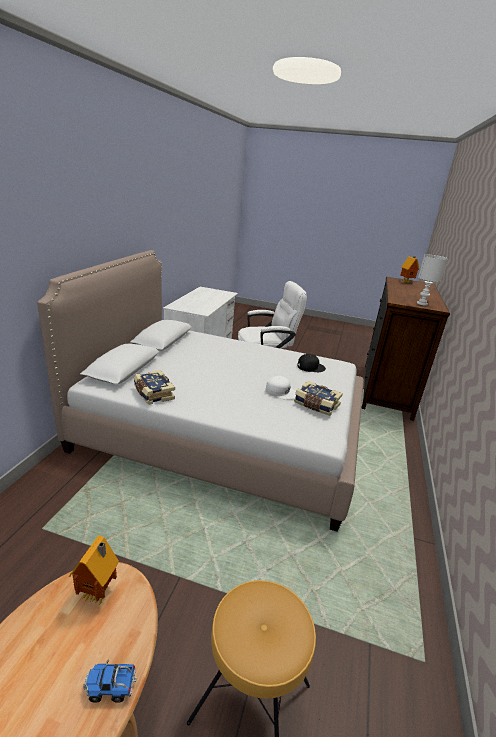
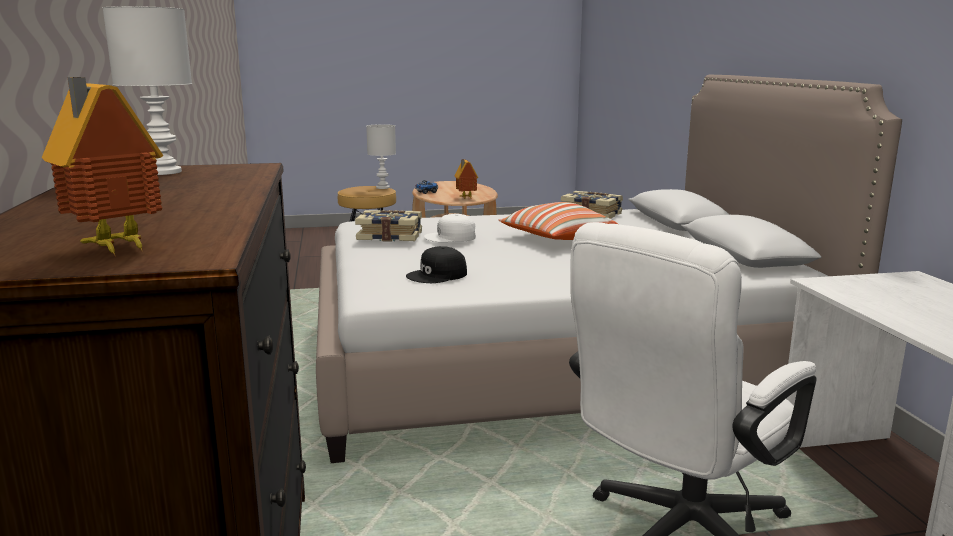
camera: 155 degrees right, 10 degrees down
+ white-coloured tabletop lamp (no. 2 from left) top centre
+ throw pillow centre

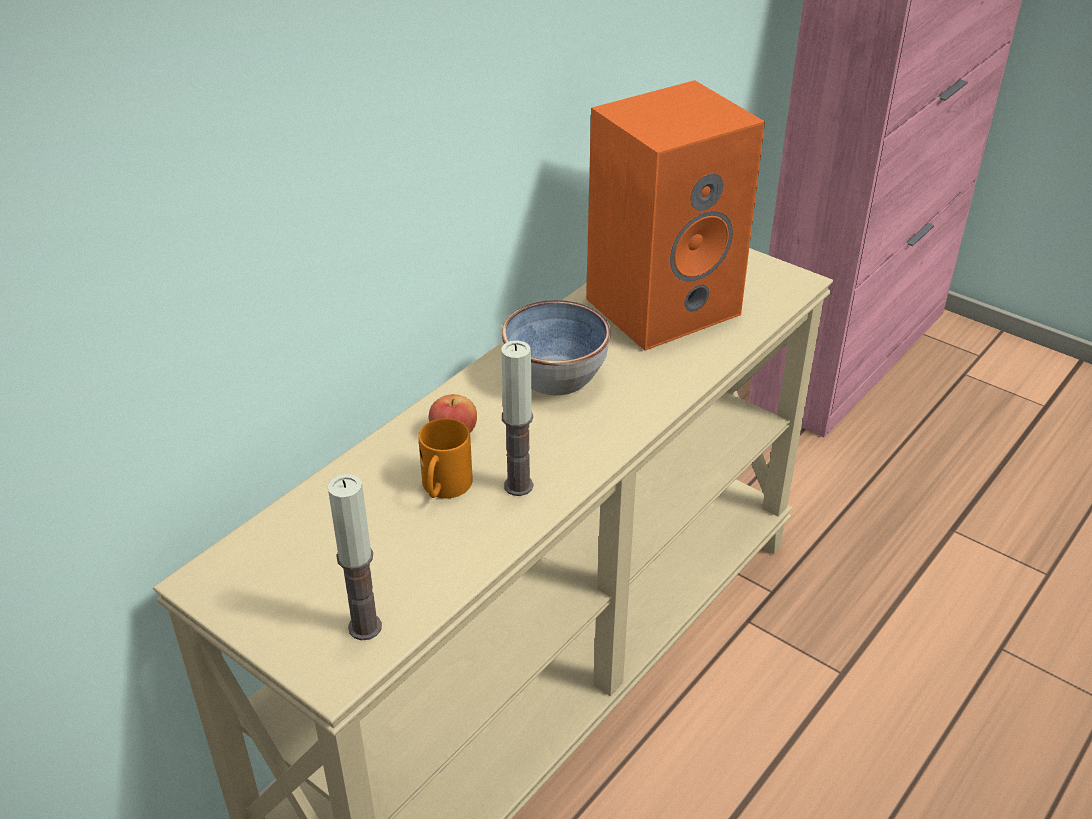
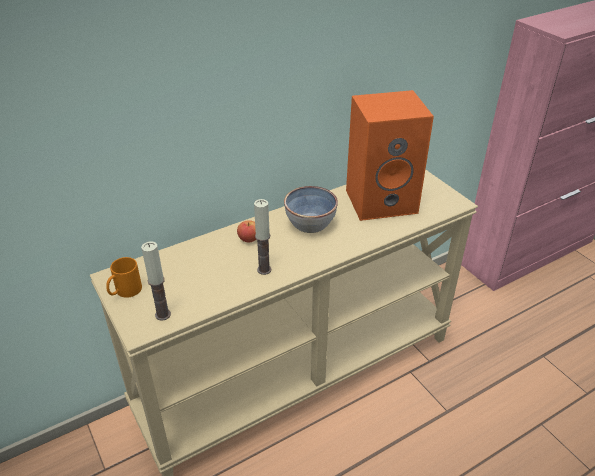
camera: 20 degrees right, 0 degrees up
~ orangey coffee mug centre to middle left

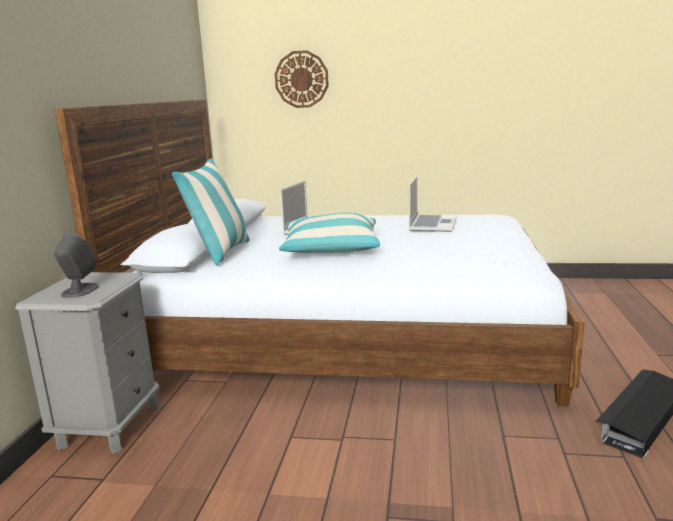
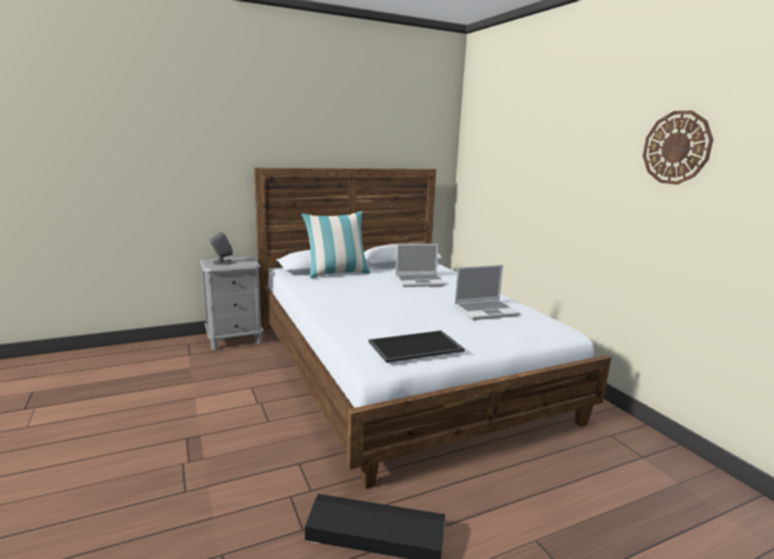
camera: 55 degrees right, 0 degrees up
+ carrying tray centre
~ clock on the wall top centre to top right
- throw pillow (no. 2 from left) centre

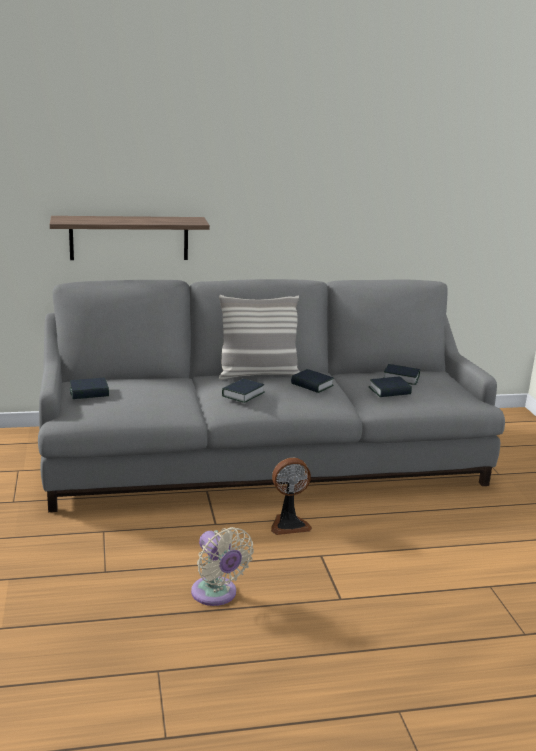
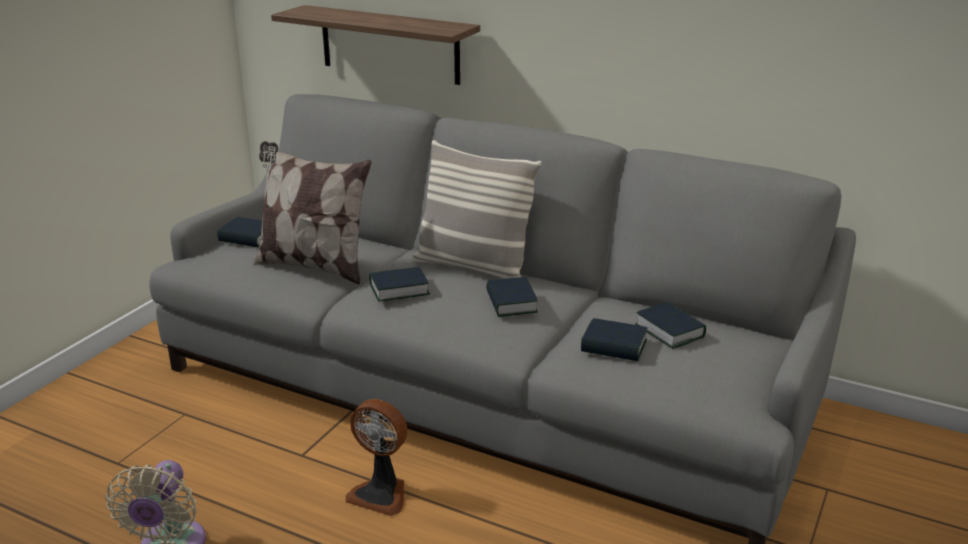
camera: 40 degrees right, 5 degrees up
+ throw pillow (no. 1 from left) middle left

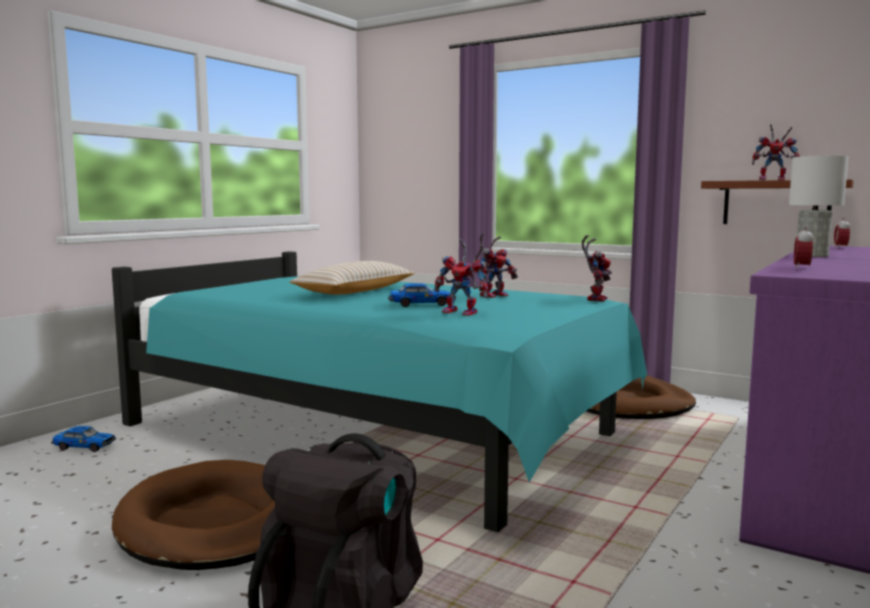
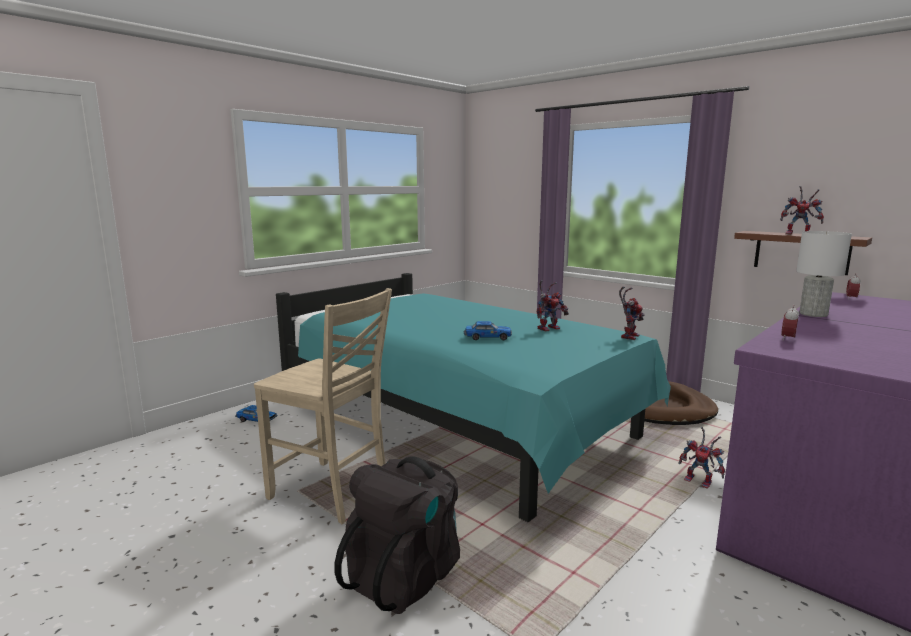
camera: 10 degrees right, 5 degrees up
~ brown pet bed (no. 1 from left) bottom left to beige-coloured chair centre
~ robot figure (no. 1 from left in the first image) centre to robot figure (no. 3 from left) bottom right
- beige-coloured throw pillow centre

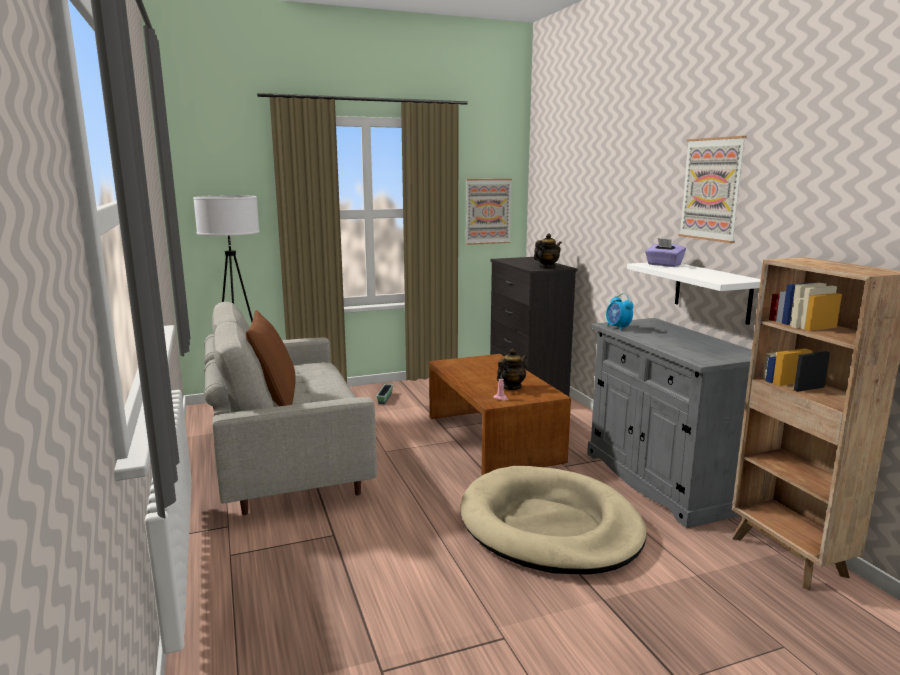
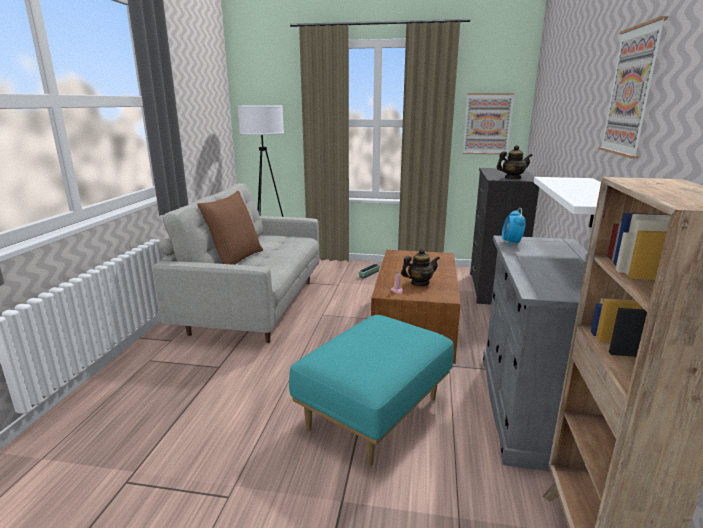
camera: 30 degrees right, 5 degrees up
~ beige-coloured pet bed bottom centre to turquoise-coloured footrest bottom centre
- purple-coloured tissue holder middle right

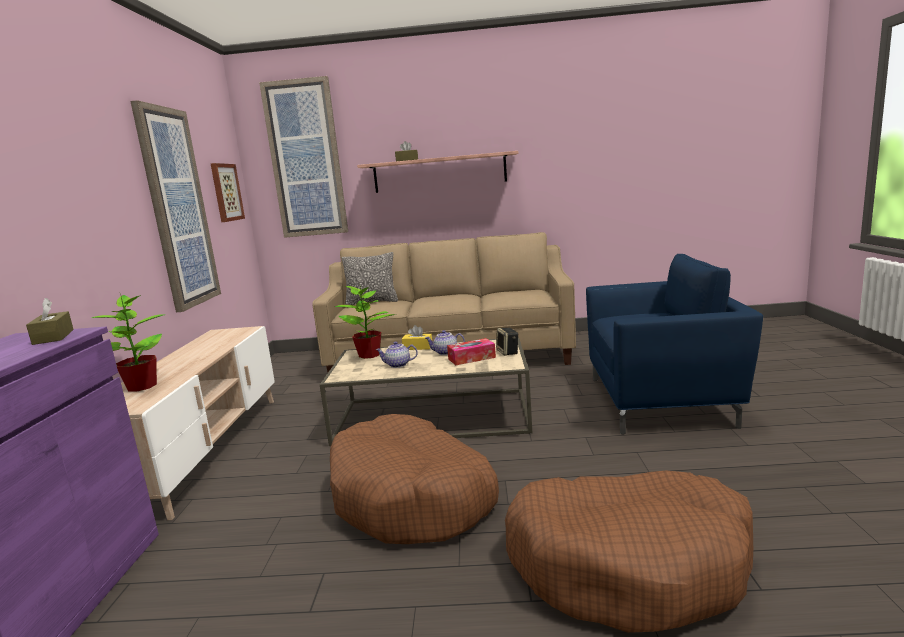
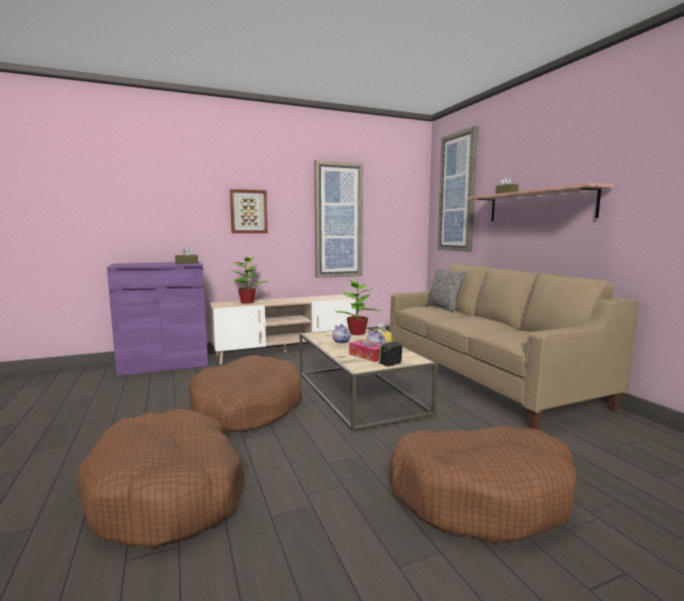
camera: 65 degrees right, 5 degrees down
~ wall picture (no. 2 from left in the first image) top left to wall picture (no. 1 from left) centre
~ blue armchair middle right to brown pet bed (no. 3 from left) bottom right

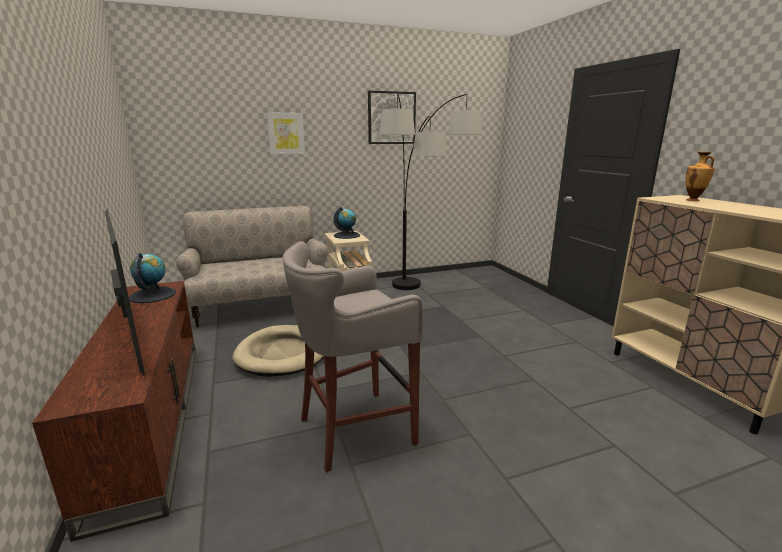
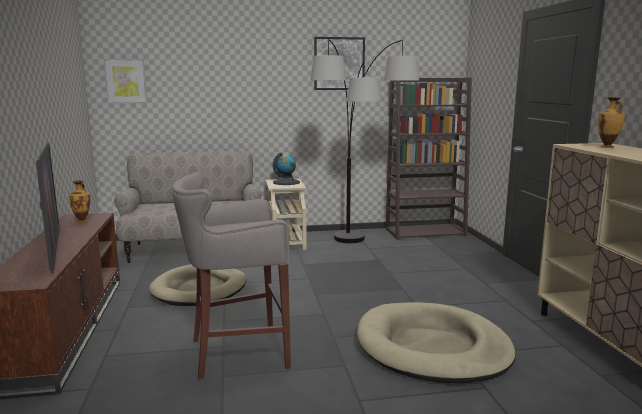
camera: 10 degrees right, 5 degrees down
~ world globe (no. 1 from left) middle left to decorative vase (no. 1 from left) middle left
~ wall picture (no. 1 from left) top centre to top left
+ beige-coloured pet bed (no. 2 from left) bottom right
+ brown bookcase middle right

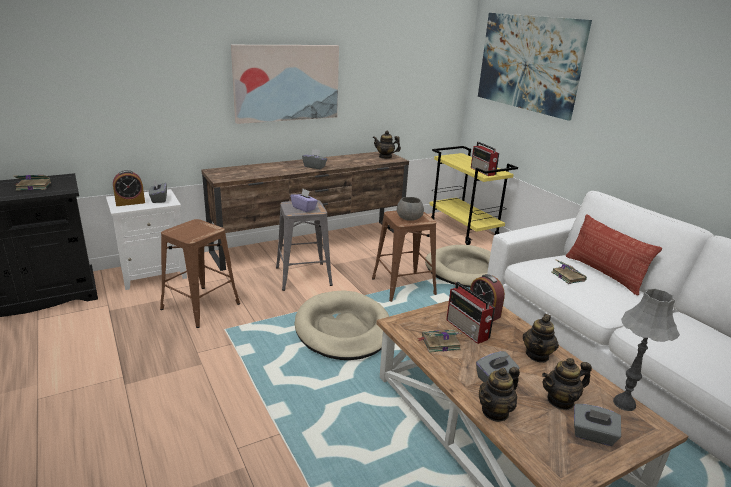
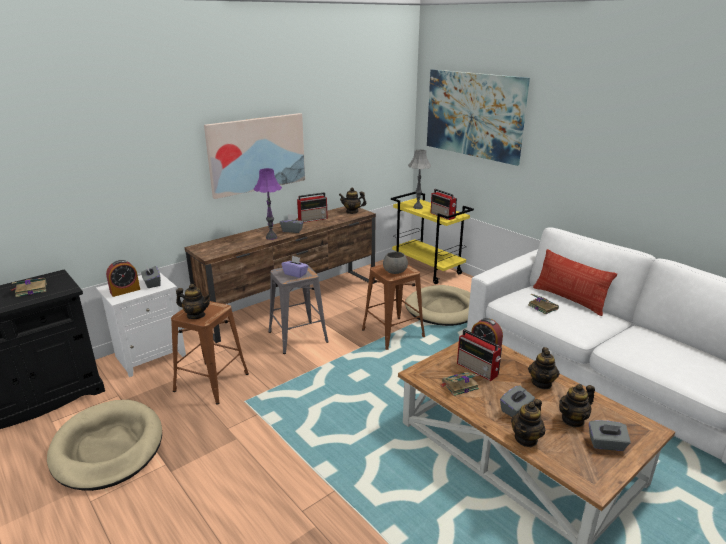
camera: 10 degrees left, 0 degrees up
~ beige-coloured pet bed (no. 1 from left) bottom centre to bottom left
+ tea pot (no. 1 from left) middle left
+ purple-coloured tabletop lamp centre
+ radio (no. 1 from left) centre
~ grey tabletop lamp bottom right to top centre

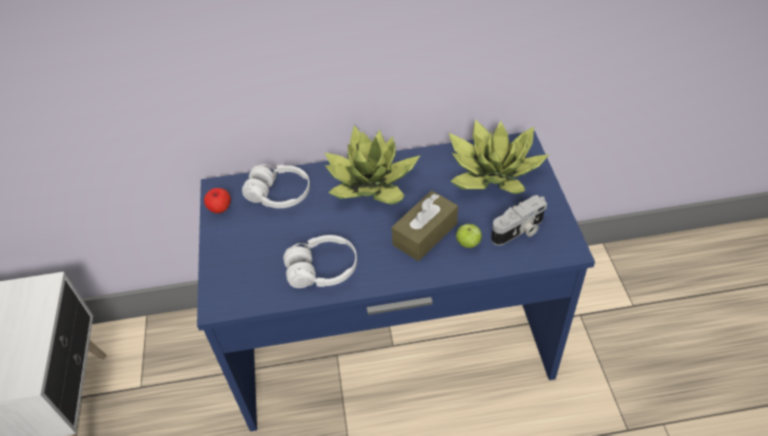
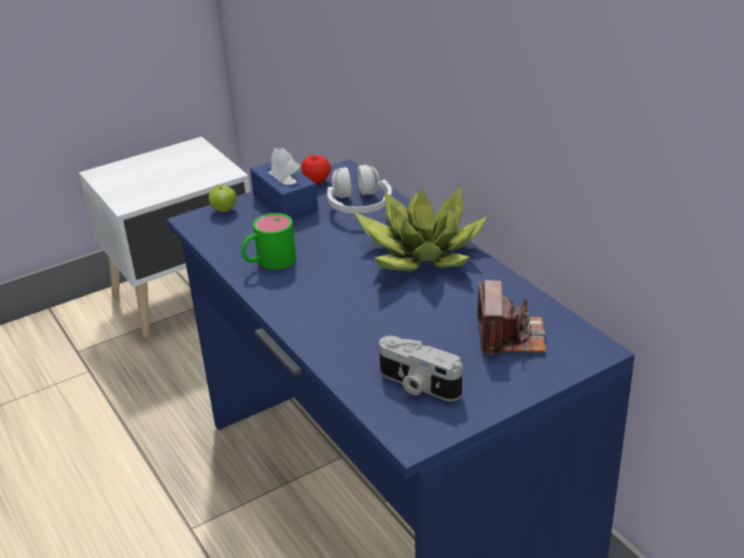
camera: 65 degrees right, 15 degrees down
~ whole apple (no. 2 from left in the first image) centre to whole apple (no. 1 from left) middle left
~ white-coloured headset (no. 2 from left) centre to green coffee mug centre
+ blue tissue holder top centre
~ plant in a pot (no. 2 from left) centre to photo camera (no. 2 from left) middle right
- brown tissue holder centre

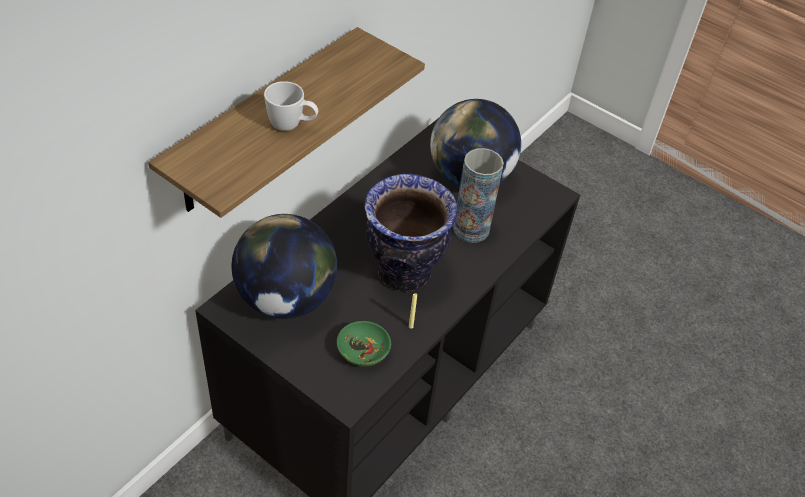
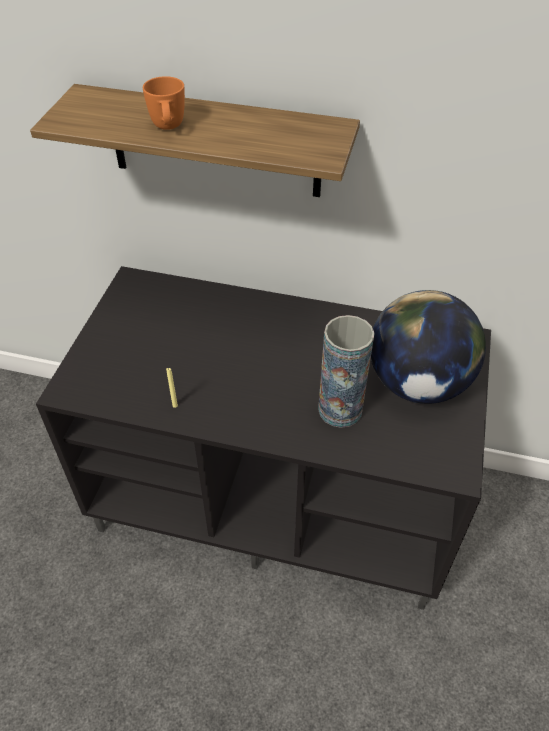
camera: 70 degrees right, 0 degrees up
~ white-coloured coffee mug top centre to orangey coffee mug top left
- world globe (no. 1 from left) centre
- green deep dish bottom centre
- decorative vase (no. 1 from left) centre

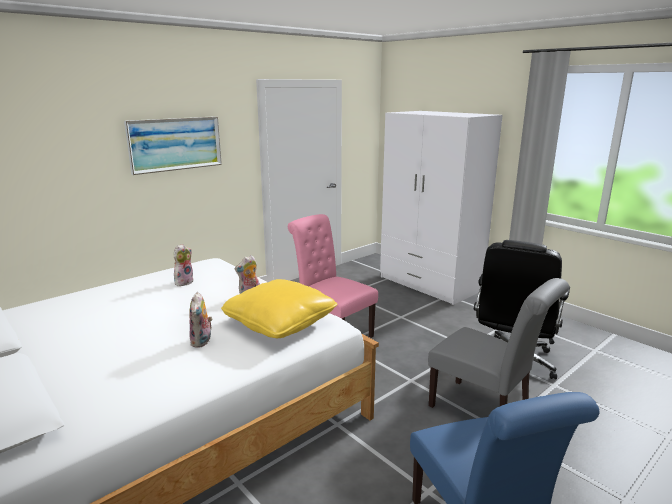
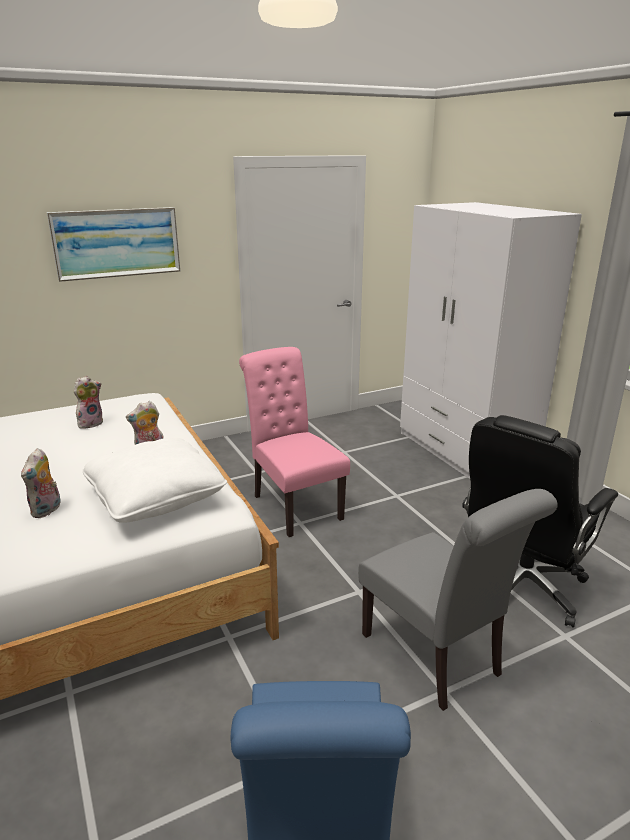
camera: 15 degrees right, 5 degrees up
~ yellow throw pillow centre to white-coloured throw pillow middle left

